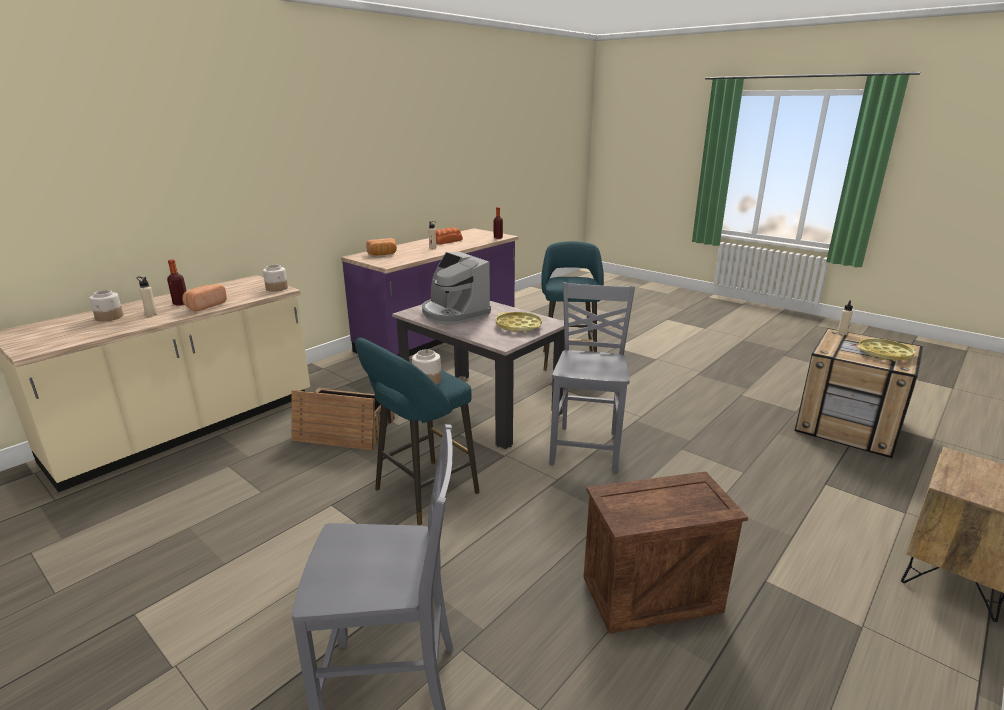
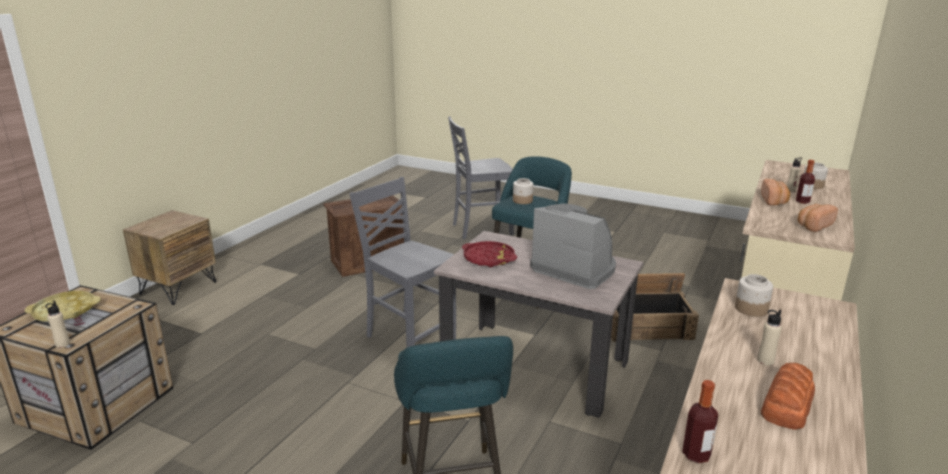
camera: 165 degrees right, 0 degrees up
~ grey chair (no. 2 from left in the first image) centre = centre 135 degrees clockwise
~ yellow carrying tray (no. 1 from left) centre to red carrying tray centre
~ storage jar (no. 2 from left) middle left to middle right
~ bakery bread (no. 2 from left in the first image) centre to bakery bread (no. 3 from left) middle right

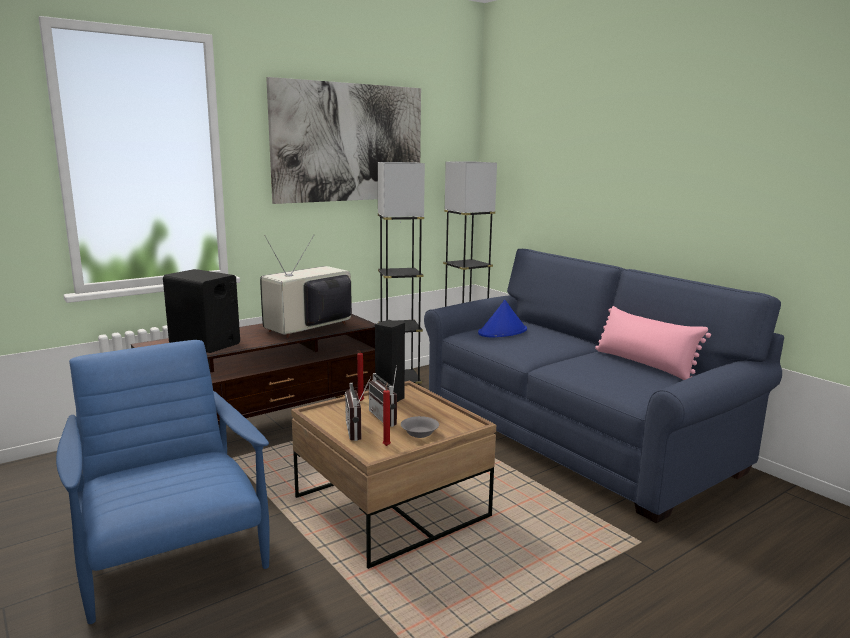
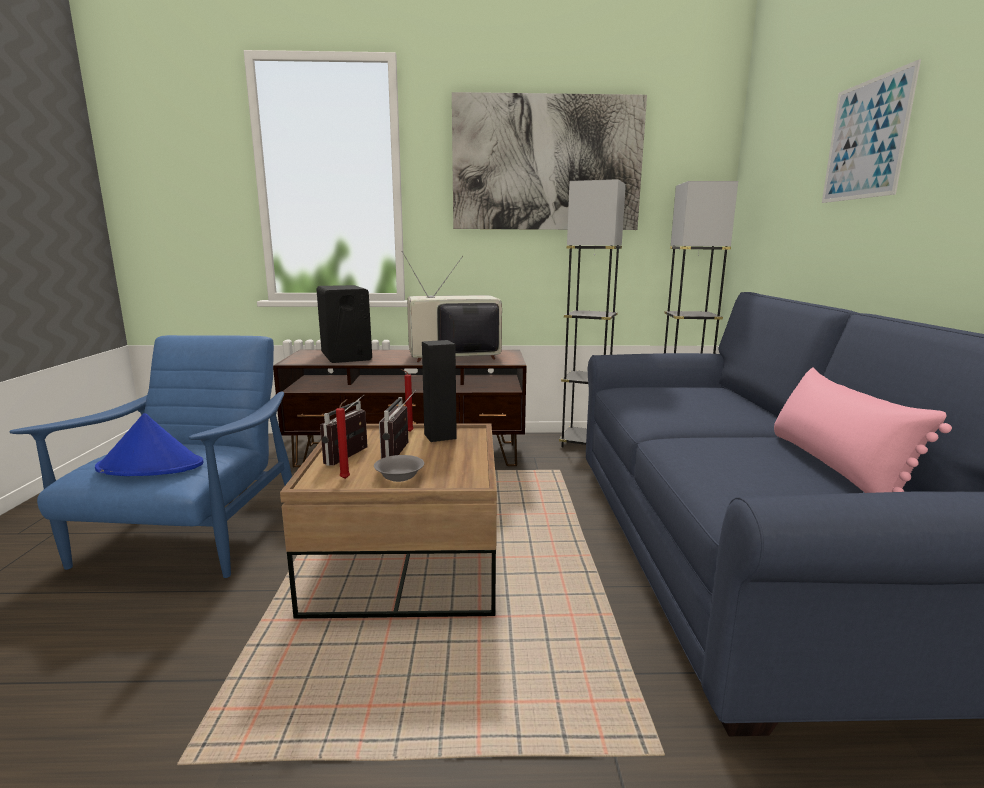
camera: 35 degrees right, 0 degrees up
~ blue wearable hat centre to middle left
+ wall picture (no. 2 from left) top right

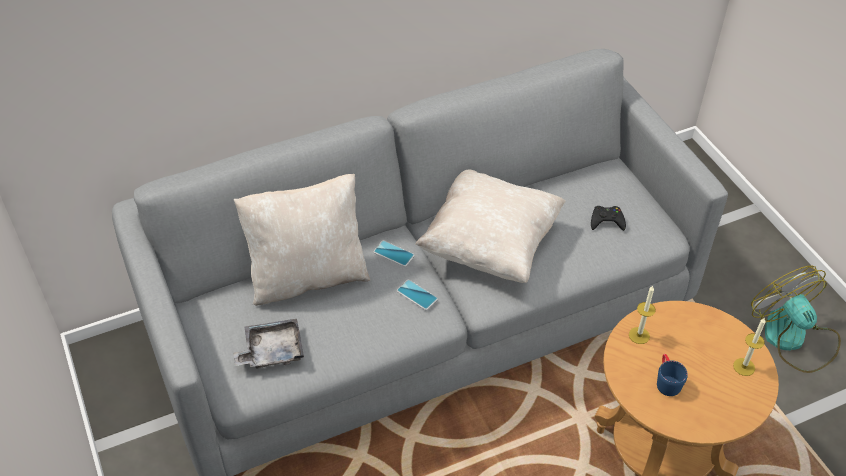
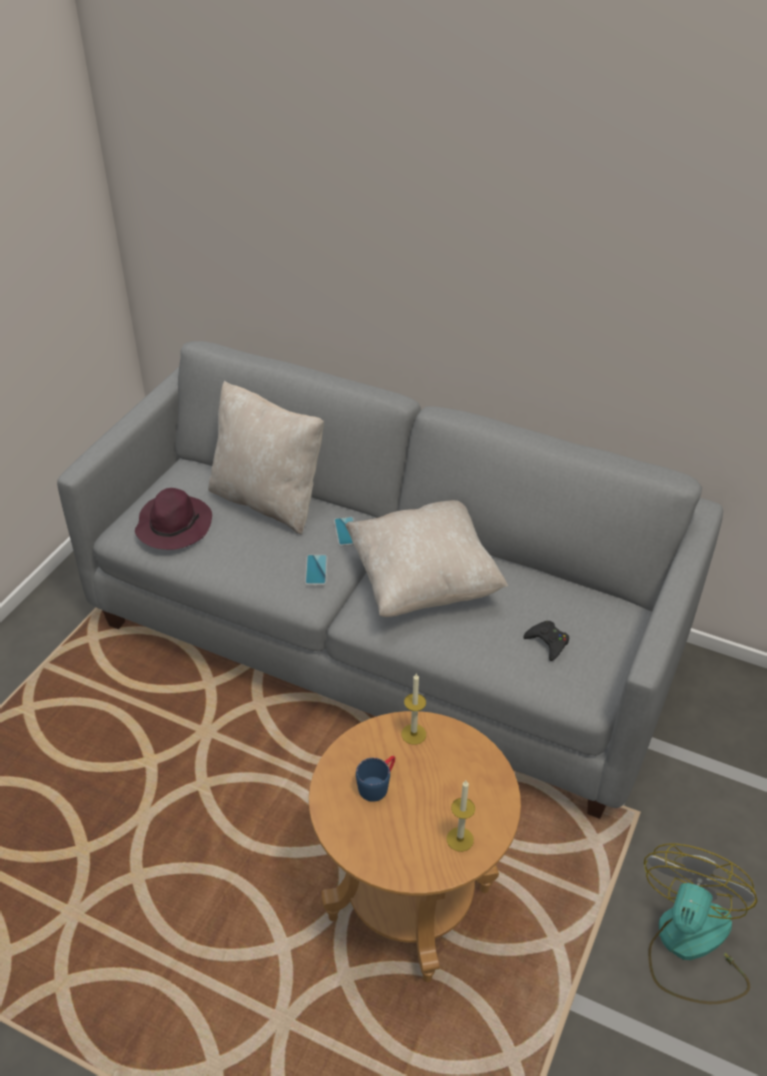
camera: 50 degrees right, 5 degrees down
~ grey carrying tray bottom left to purple-coloured wearable hat middle left

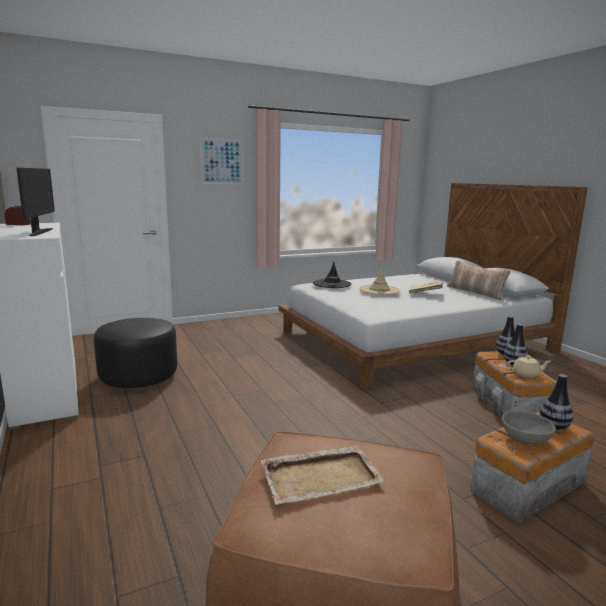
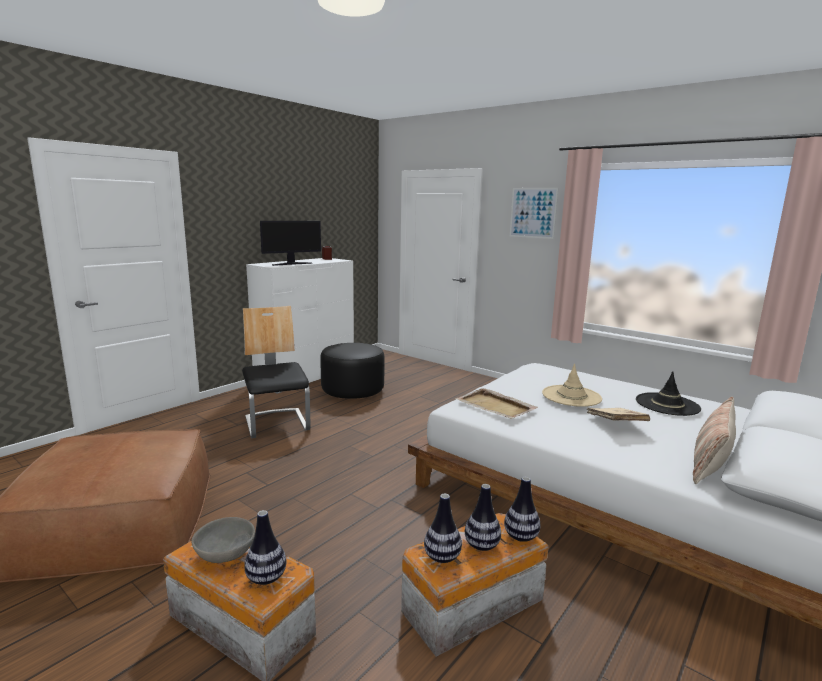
camera: 65 degrees right, 0 degrees up
+ chair centre
~ beige-coloured tea pot middle right to decorative vase (no. 2 from left) bottom centre
~ beige-coloured carrying tray bottom centre to centre
~ black-coloured wearable hat centre to middle right

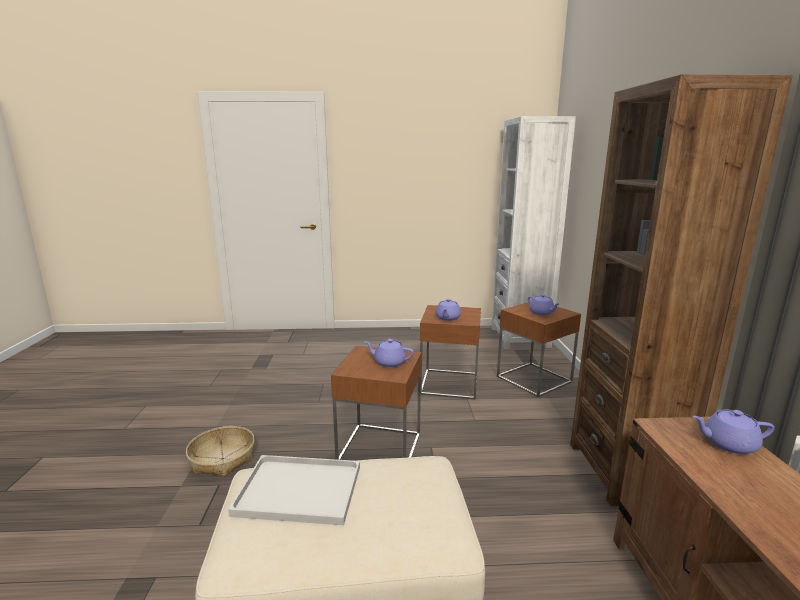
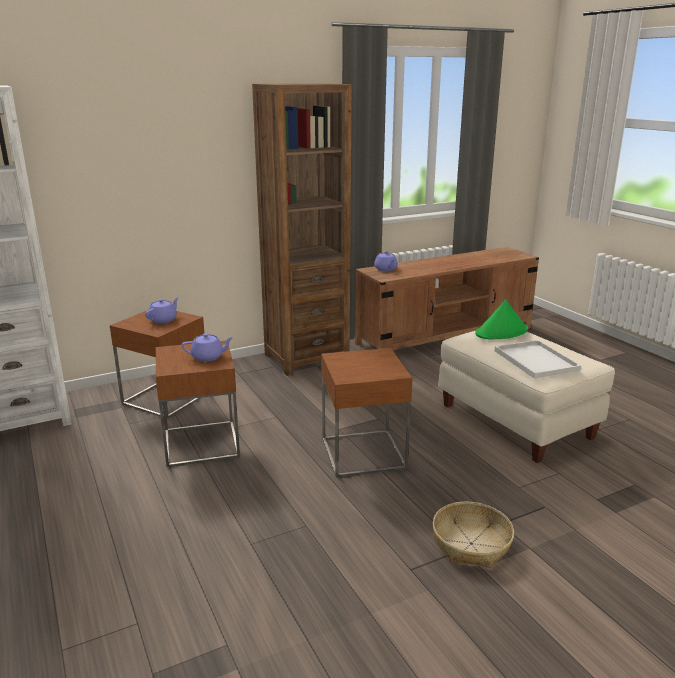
camera: 115 degrees left, 5 degrees up
+ green wearable hat middle right
- purple-coloured tea pot (no. 1 from left) centre

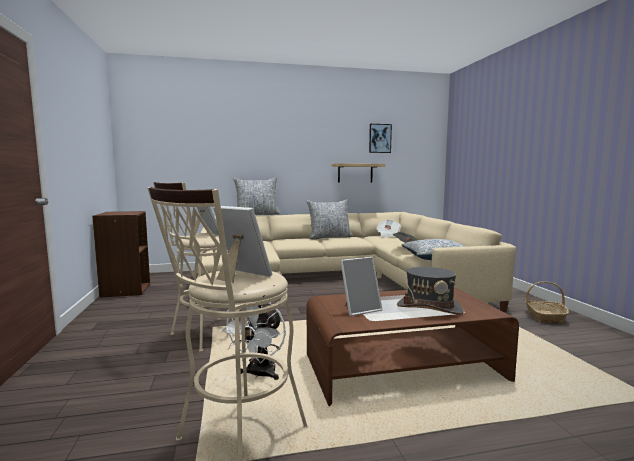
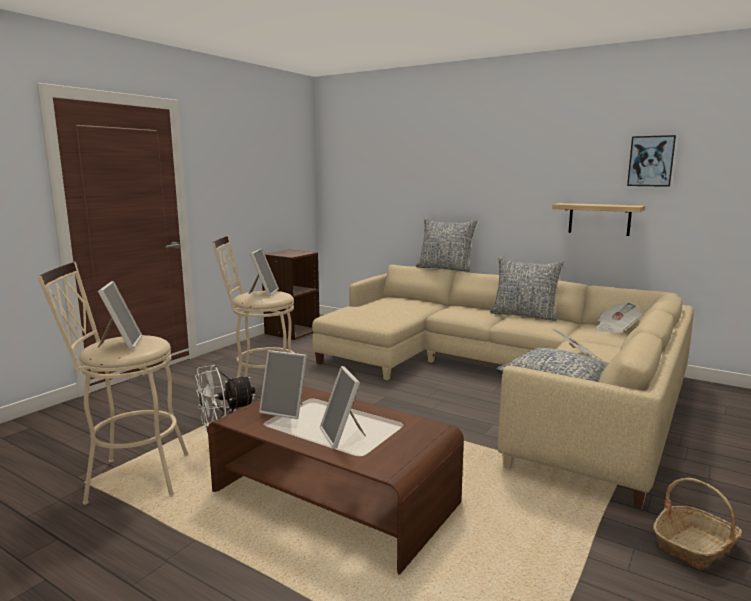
camera: 45 degrees right, 5 degrees up
~ grey wearable hat middle right to picture frame (no. 4 from left) bottom centre

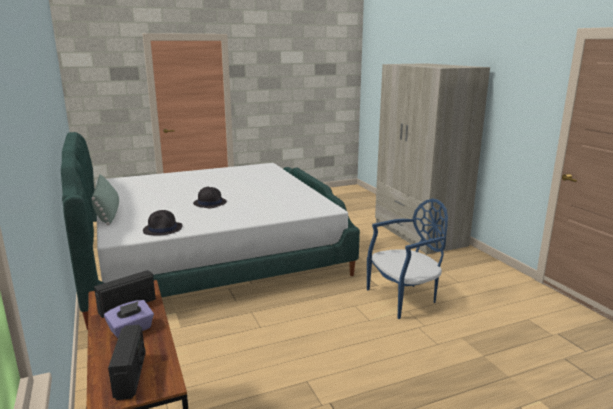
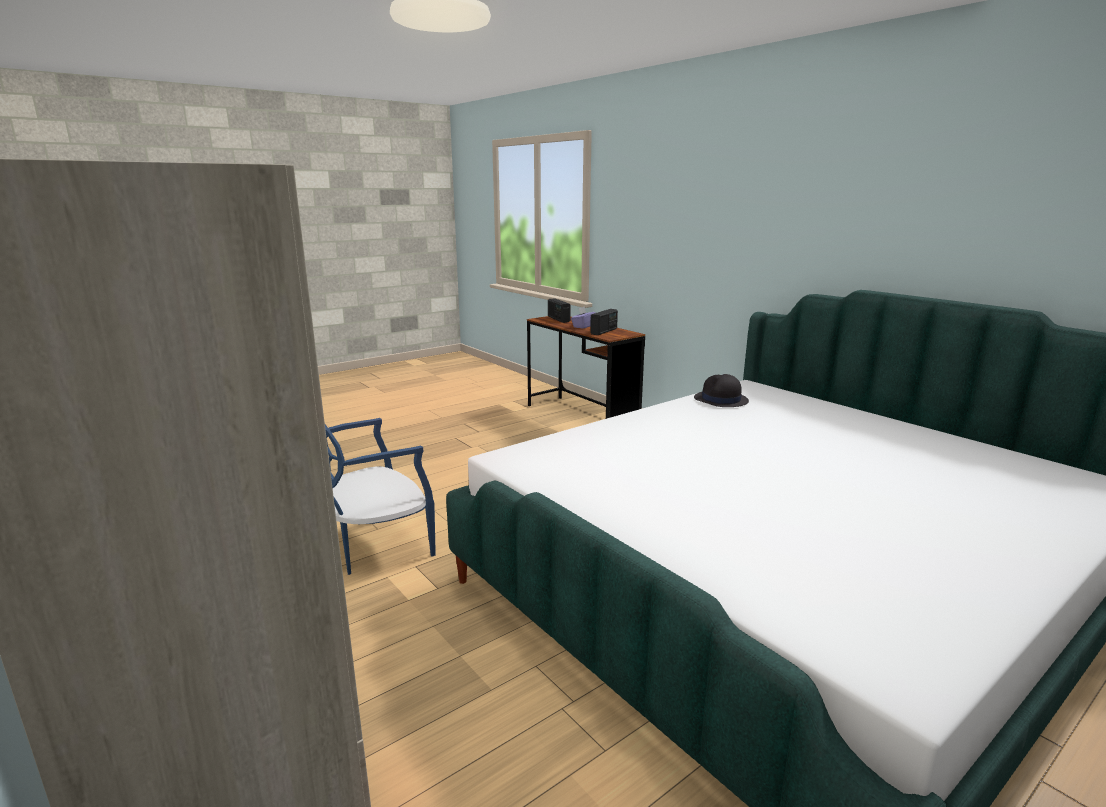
camera: 165 degrees right, 0 degrees up
- green throw pillow middle left
- black-coloured wearable hat (no. 2 from left) centre

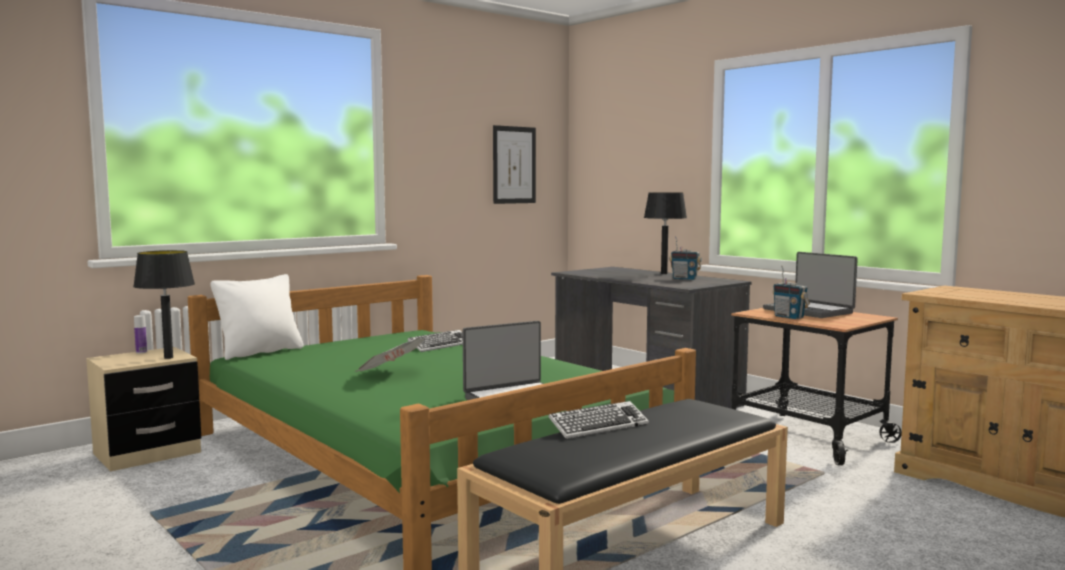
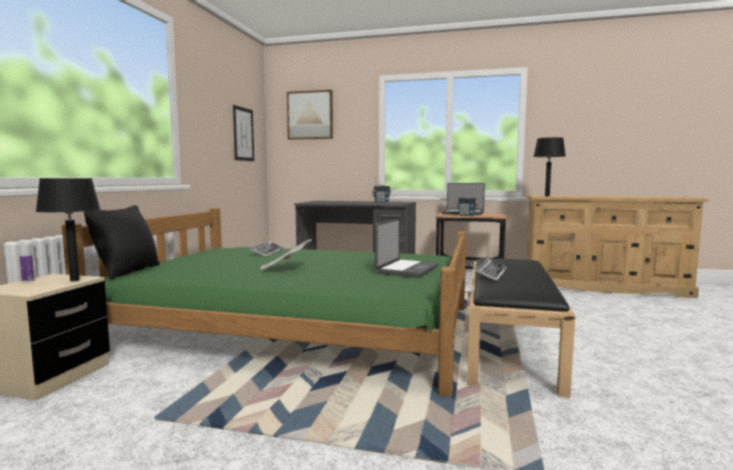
camera: 35 degrees left, 0 degrees up
~ white-coloured throw pillow middle left to black-coloured throw pillow middle left
+ wall picture (no. 2 from left) top centre
~ black-coloured tabletop lamp (no. 2 from left) centre to middle right

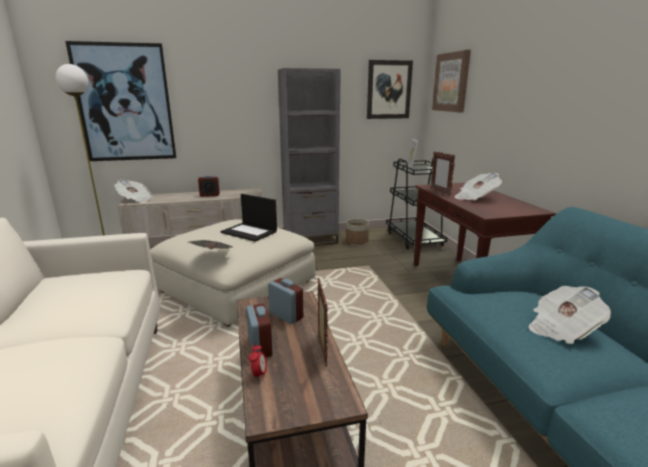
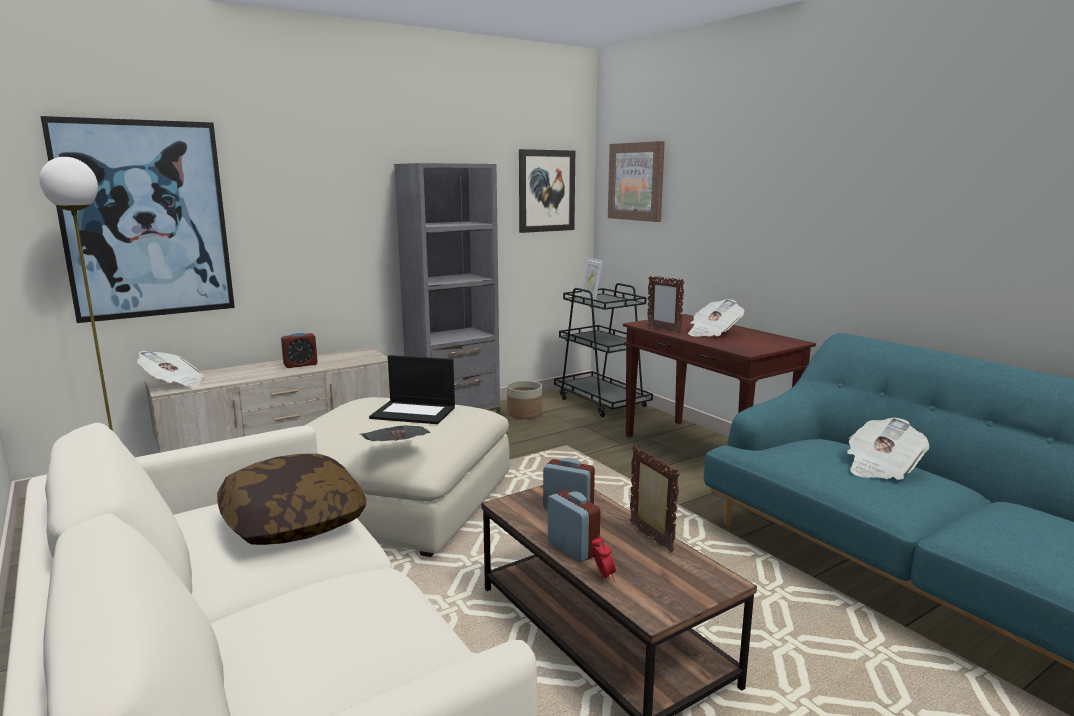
camera: 20 degrees left, 5 degrees down
+ throw pillow bottom left

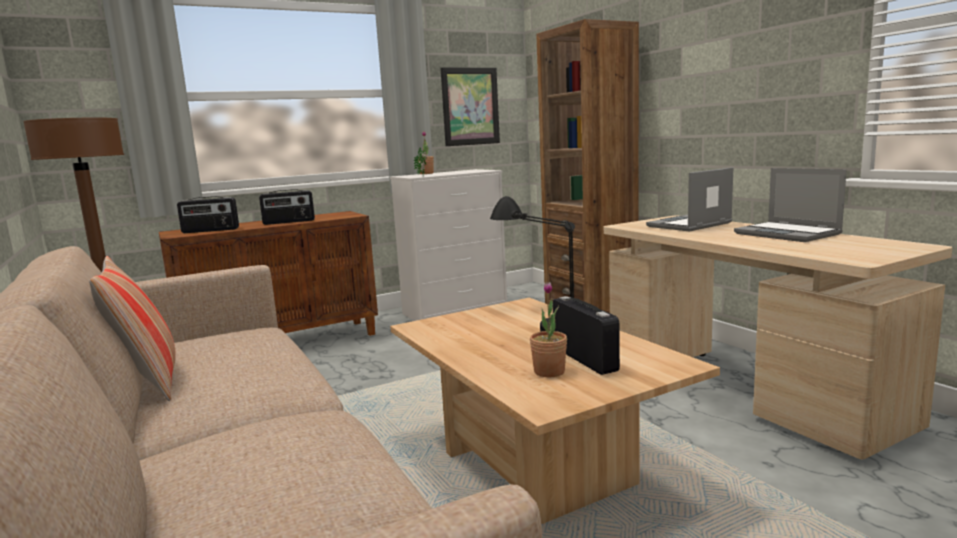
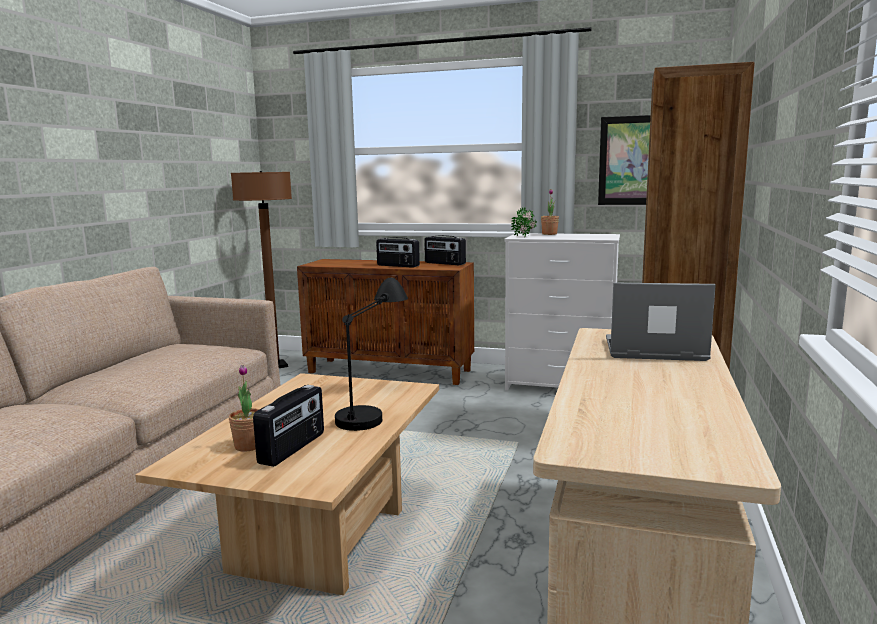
camera: 45 degrees right, 0 degrees up
~ radio (no. 1 from left in the first image) middle left to radio (no. 3 from left) centre
- throw pillow middle left
- portable computer (no. 2 from left) middle right

